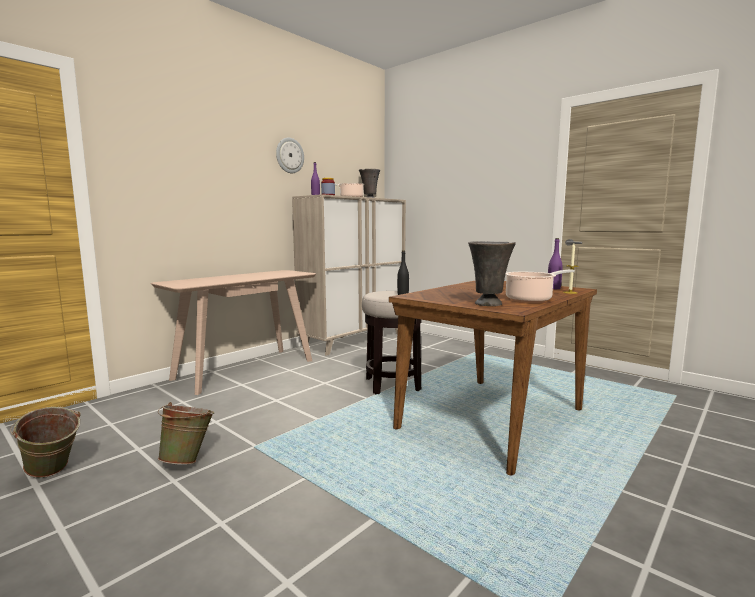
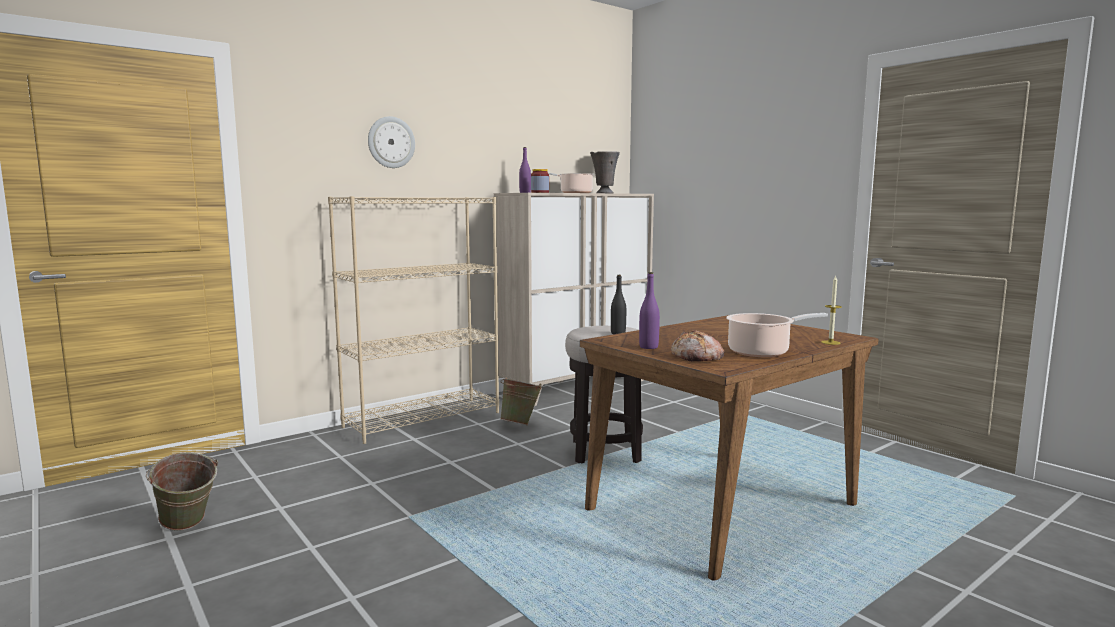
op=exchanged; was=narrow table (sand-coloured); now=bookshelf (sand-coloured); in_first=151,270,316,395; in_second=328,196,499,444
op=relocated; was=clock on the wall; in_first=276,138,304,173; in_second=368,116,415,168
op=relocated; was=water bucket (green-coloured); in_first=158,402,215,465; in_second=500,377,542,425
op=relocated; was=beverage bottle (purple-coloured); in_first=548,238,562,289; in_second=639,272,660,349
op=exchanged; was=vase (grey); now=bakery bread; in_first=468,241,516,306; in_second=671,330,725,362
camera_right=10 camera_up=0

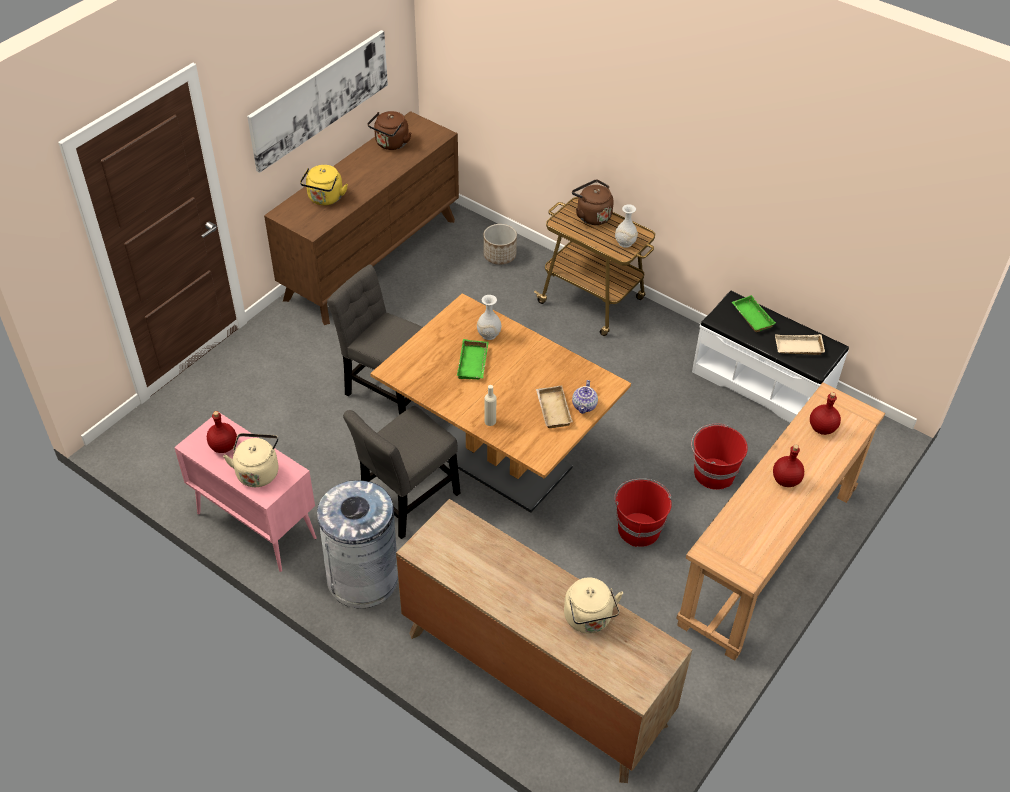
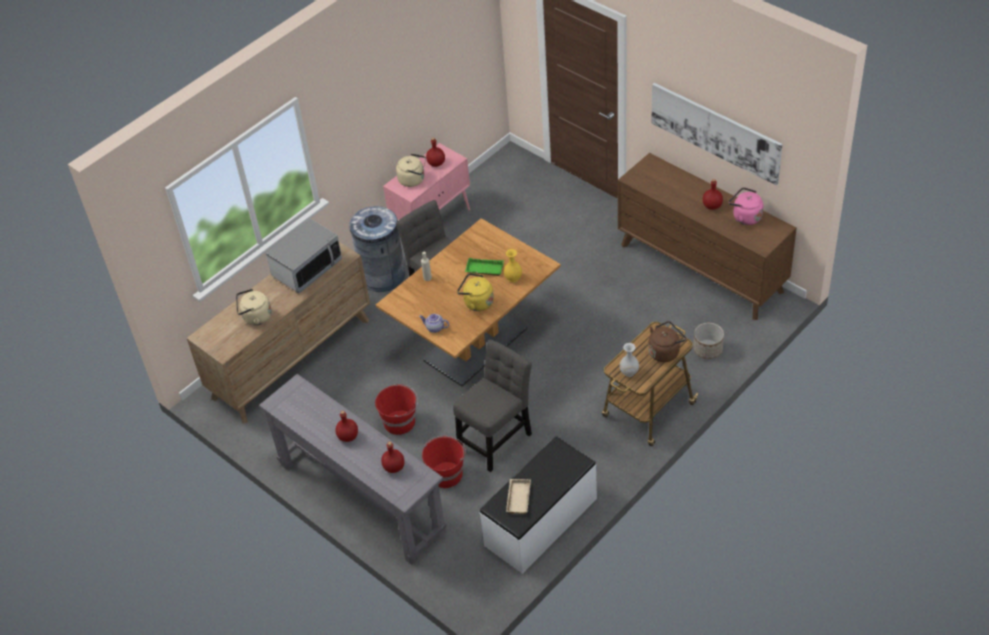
op=colour; was=narrow table (brownish); now=narrow table (grey); in_first=676,382,885,661; in_second=259,374,447,565
op=appeared; now=microwave; in_second=266,219,342,293
op=relocated; was=upright chair (grey); in_first=327,265,423,415; in_second=453,340,532,472
op=relocated; was=water kettle (yellow); in_first=300,165,348,205; in_second=457,273,494,311
op=colour; was=vase (whitish); now=vase (yellow); in_first=477,295,501,340; in_second=504,249,522,282
op=appeared; now=beverage bottle (red-coloured); in_second=703,179,723,210
op=colour; was=water kettle (brownish); now=water kettle (pink-coloured); in_first=367,111,411,150; in_second=729,187,763,225
op=missing; was=serving tray (sand-coloured); in_first=536,386,573,428
op=missing; was=serving tray (green-coloured); in_first=731,295,776,332
camera_right=100 camera_up=0

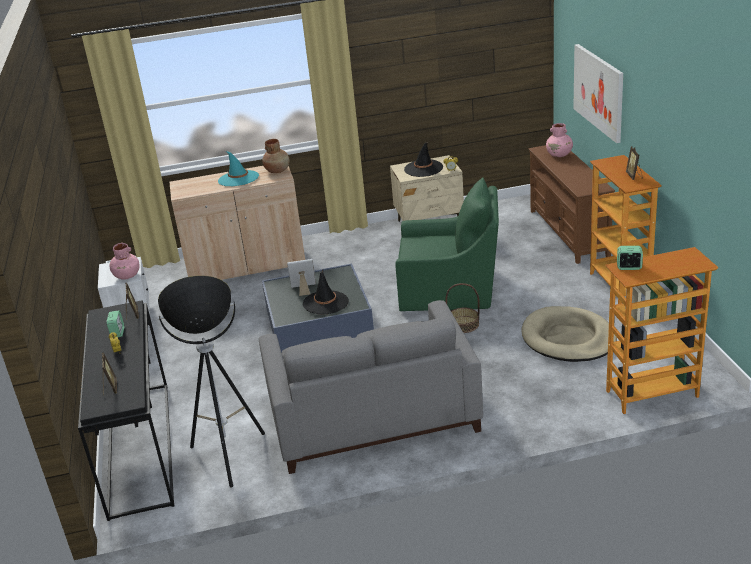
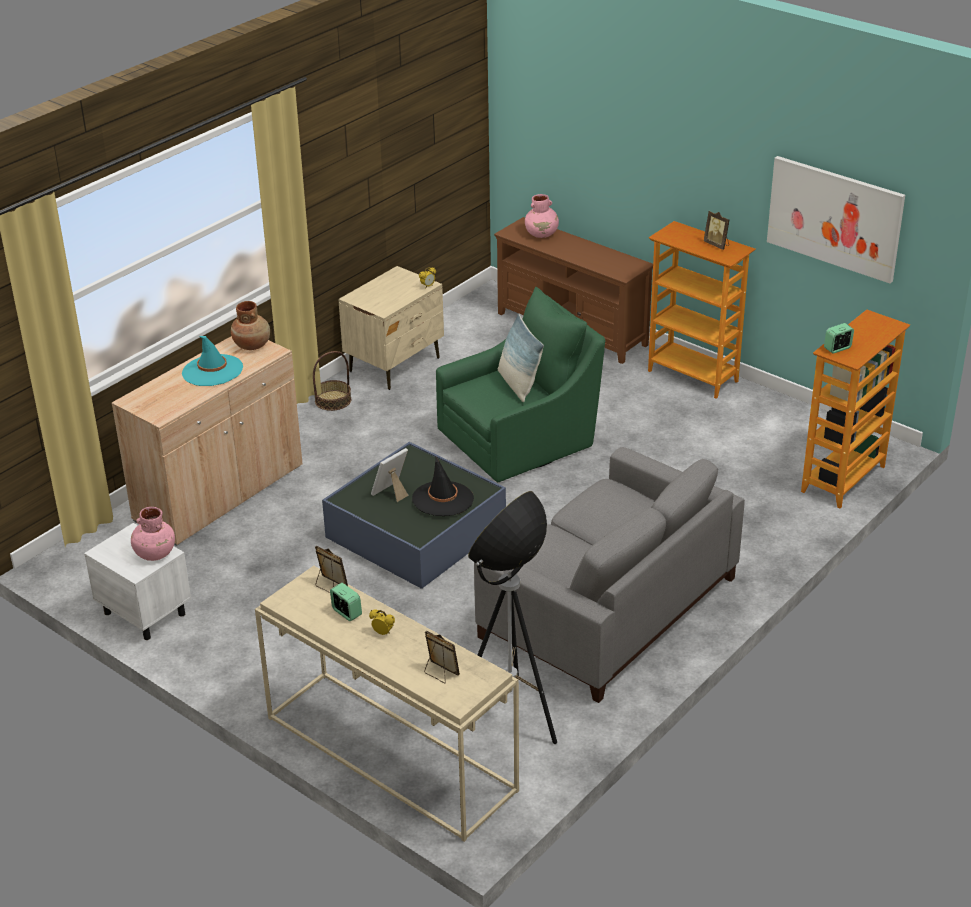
op=colour; was=narrow table (black-coloured); now=narrow table (sand-coloured); in_first=78,300,174,521; in_second=255,566,519,842
op=relocated; was=household basket; in_first=445,283,480,333; in_second=313,351,351,411
op=appeared; now=cushion; in_second=498,314,544,402
op=relocated; was=wall art; in_first=573,44,623,143; in_second=767,156,905,283
op=missing; was=wearable hat (black-coloured); in_first=404,142,443,177
op=missing; was=dog bed (sand-coloured); in_first=521,306,617,362
camera_right=-40 camera_up=5

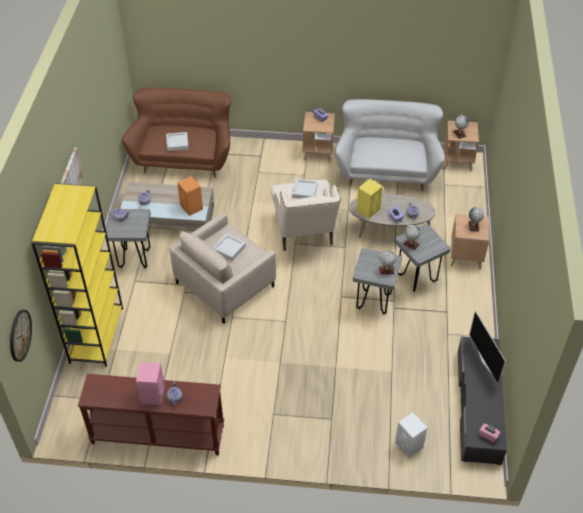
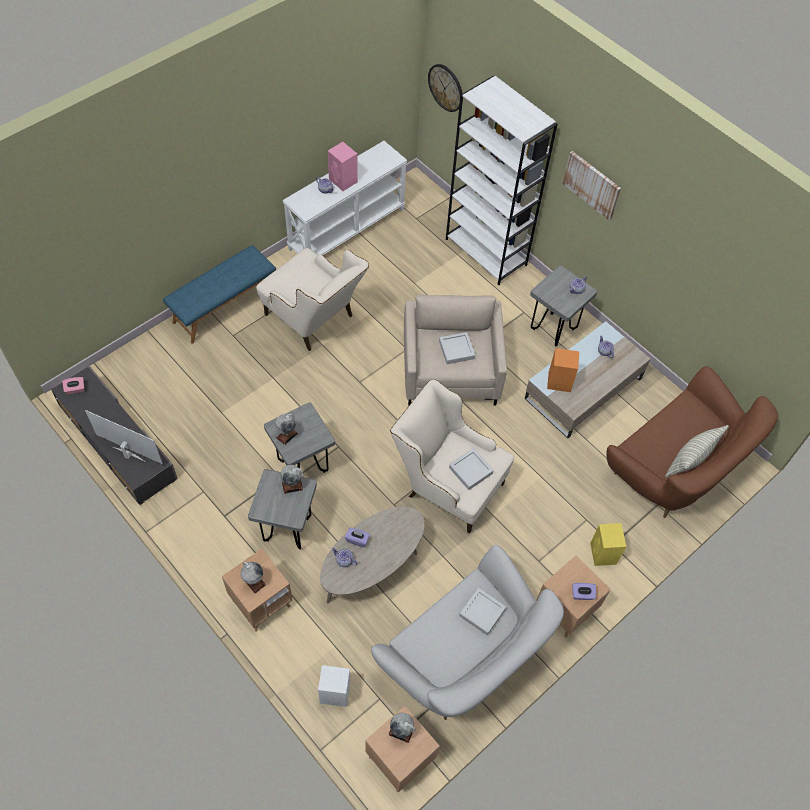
op=appeared; now=indoor bench (bluish); in_second=163,245,276,344
op=appeared; now=easy chair (sand-coloured); in_second=256,248,369,351
op=colour; was=narrow table (brownish); now=narrow table (whitish); in_first=78,374,224,455; in_second=282,141,407,255
op=relocated; was=loudspeaker (whitish); in_first=395,413,427,458; in_second=318,665,350,707
op=colour; was=bookshelf (yellow); now=bookshelf (whitish); in_first=32,183,123,367; in_second=446,75,558,285
op=relocated; was=serving tray (grey); in_first=166,132,189,151; in_second=459,588,506,635
op=relocated; was=loudspeaker (yellow); in_first=356,179,383,219; in_second=590,523,626,566
op=appeared; now=cushion; in_second=665,425,729,478
camera_right=130 camera_up=10

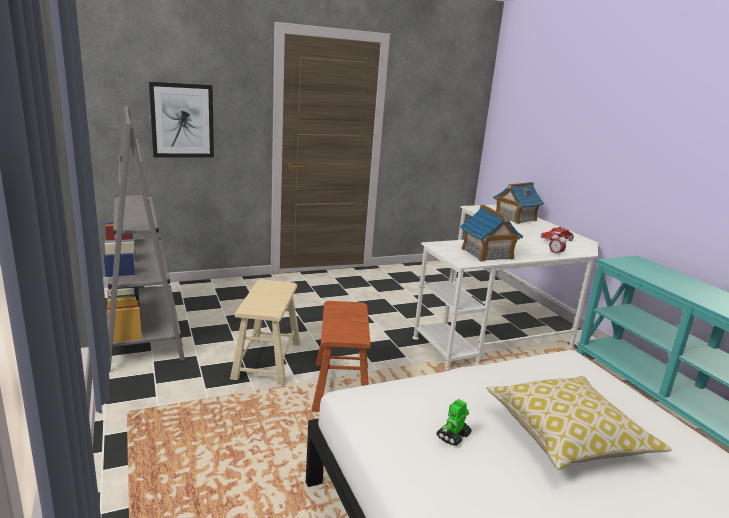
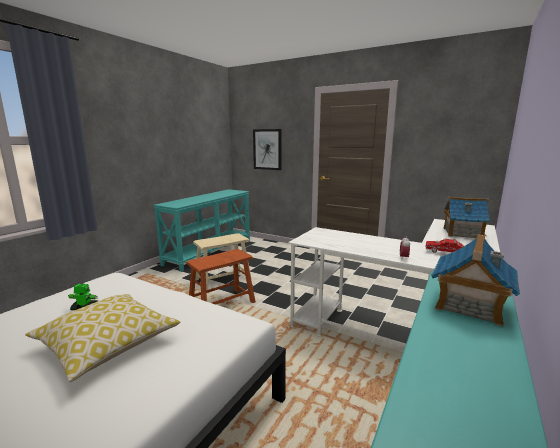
op=exchanged; was=bookshelf (grey); now=narrow table (turquoise); in_first=104,106,185,372; in_second=153,189,250,272
op=relocated; was=miniature house; in_first=460,205,523,261; in_second=431,234,520,327
camera_right=55 camera_up=-5

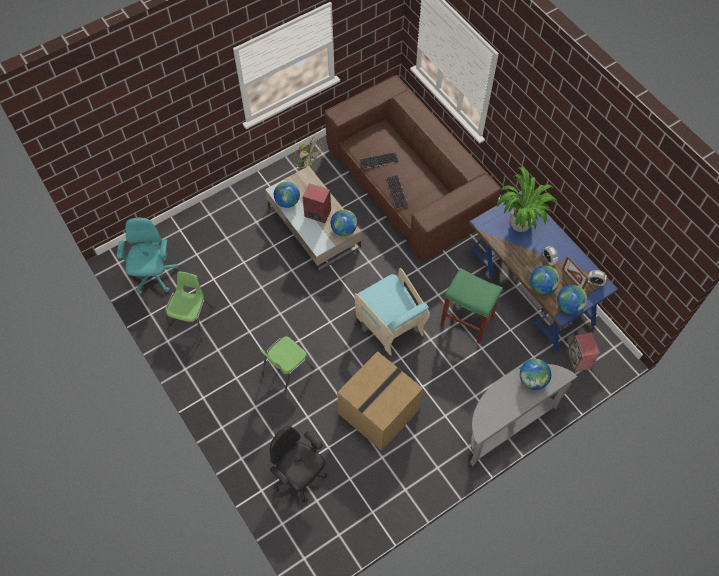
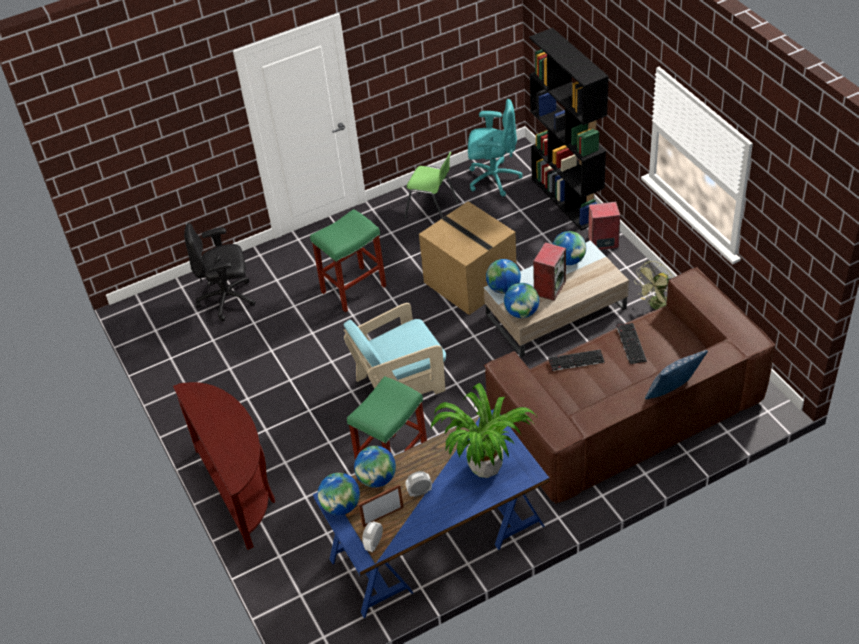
op=colour; was=narrow table (grey); now=narrow table (brownish); in_first=470,364,577,466; in_second=173,382,275,550
op=spun; was=computer chair (black-coloured); in_first=270,426,327,502; in_second=184,223,255,321; clockwise=-150
op=exchanged; was=upright chair (green-coloured); now=sitting stool (green-coloured); in_first=261,336,314,395; in_second=310,209,386,312
op=relocated; was=carton; in_first=337,351,423,451; in_second=419,201,516,315
op=relocated; was=globe; in_first=520,359,551,390; in_second=486,259,521,294
op=appeared; now=bookshelf (black-coloured); in_second=529,28,609,231
op=relocated; was=loudspeaker; in_first=567,332,600,372; in_second=588,202,620,250
op=appeared; now=cushion; in_second=645,350,708,399
camera_right=100 camera_up=-15

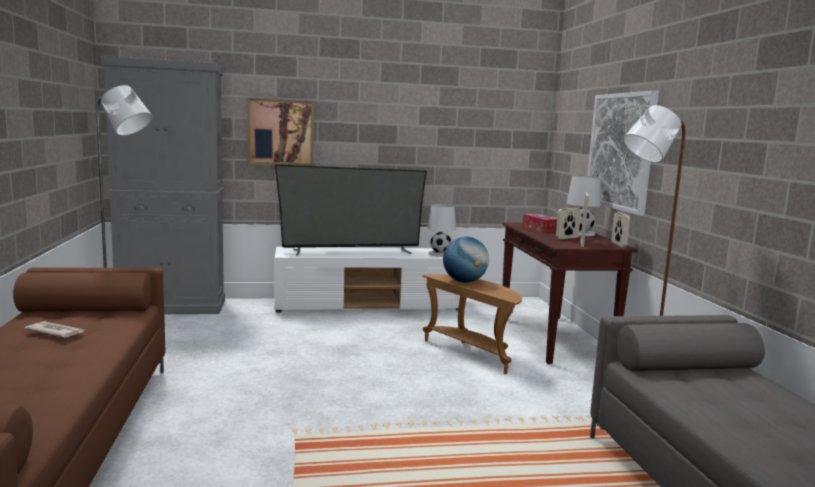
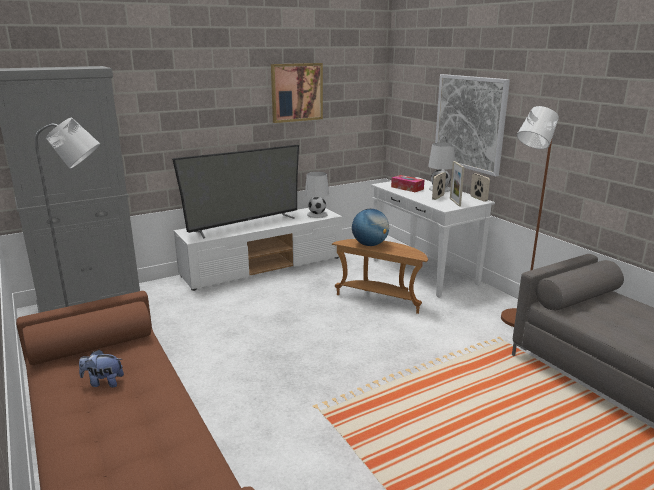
op=exchanged; was=newspaper; now=cuddly toy; in_first=24,321,86,338; in_second=79,349,124,387
op=relocated; was=wall art; in_first=247,98,314,166; in_second=271,63,323,123
op=colour; was=narrow table (brownish); now=narrow table (whitish); in_first=502,222,637,364; in_second=371,177,495,297
camera_right=-20 camera_up=10

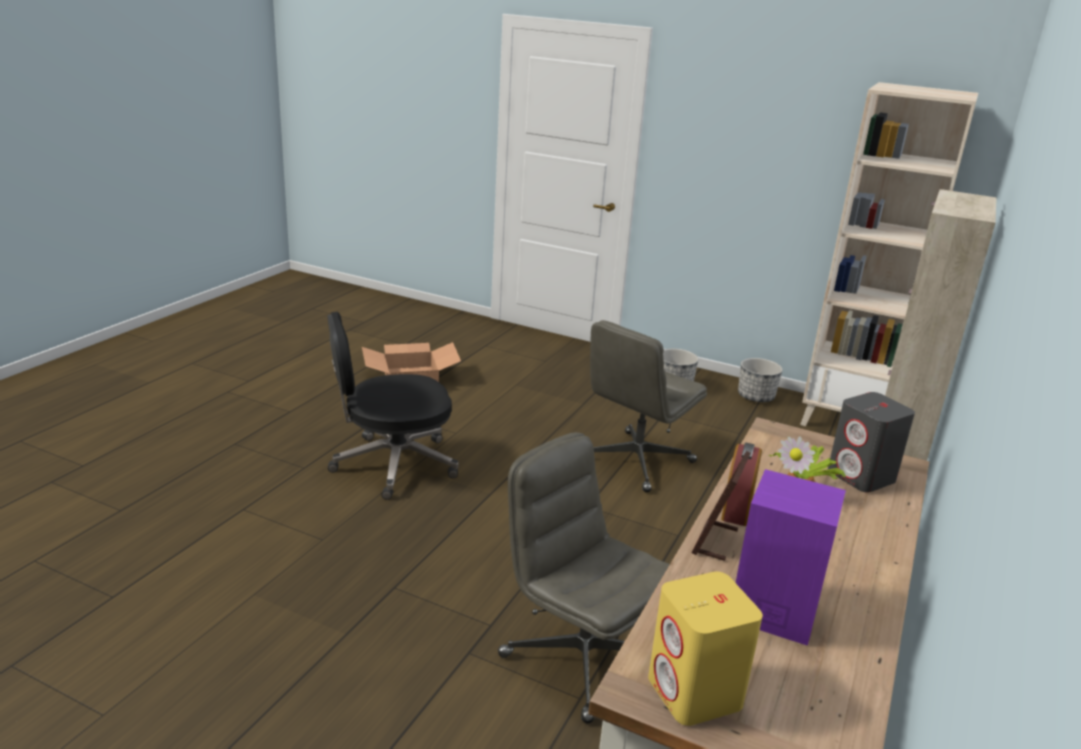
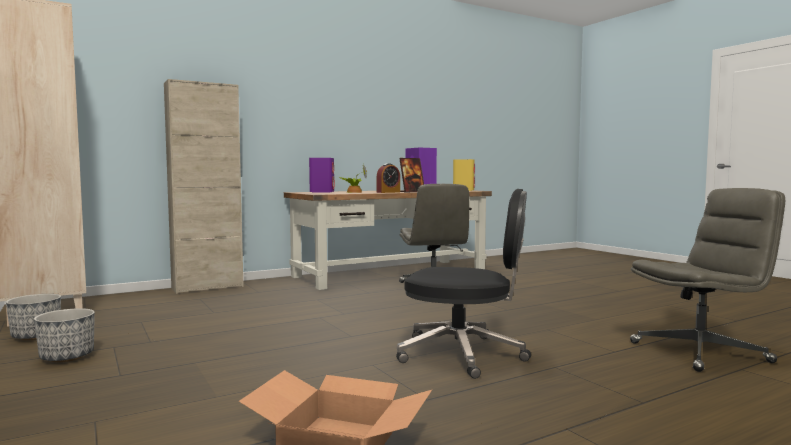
op=colour; was=loudspeaker (grey); now=loudspeaker (purple-coloured); in_first=828,392,915,493; in_second=309,158,335,193
op=relocated; was=computer chair (grey); in_first=590,320,707,493; in_second=630,188,785,372
camera_right=-145 camera_up=-20

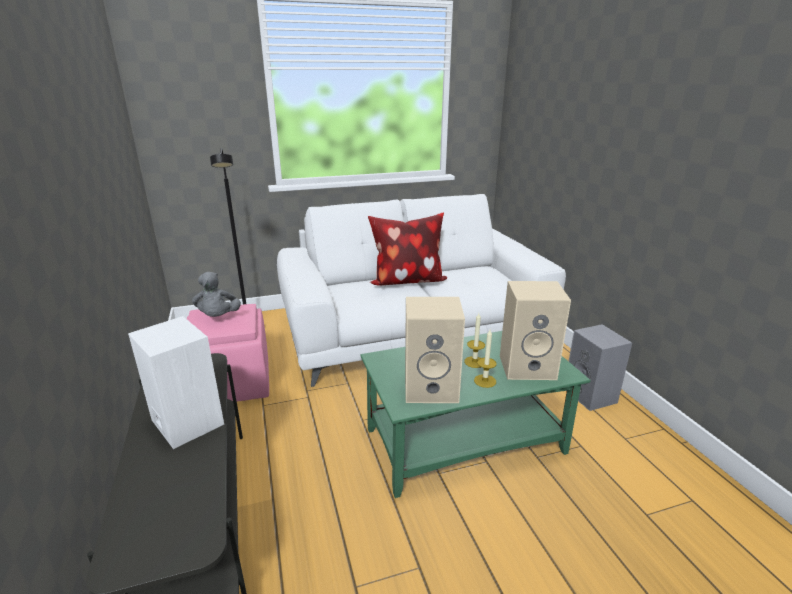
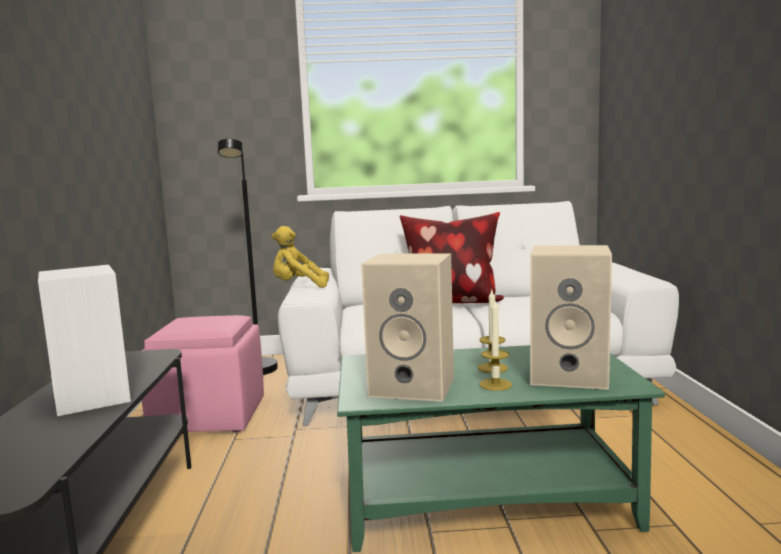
op=appeared; now=cuddly toy (yellow); in_second=272,226,329,288
op=missing; was=cuddly toy (grey); in_first=192,272,241,317
op=missing; was=loudspeaker (grey); in_first=569,324,632,411
camera_right=15 camera_up=-15

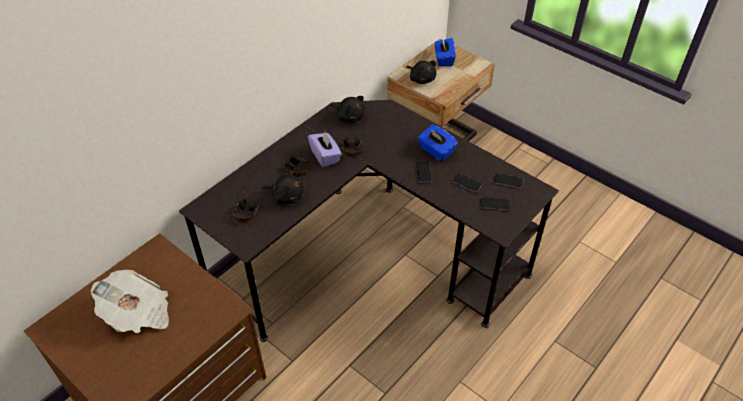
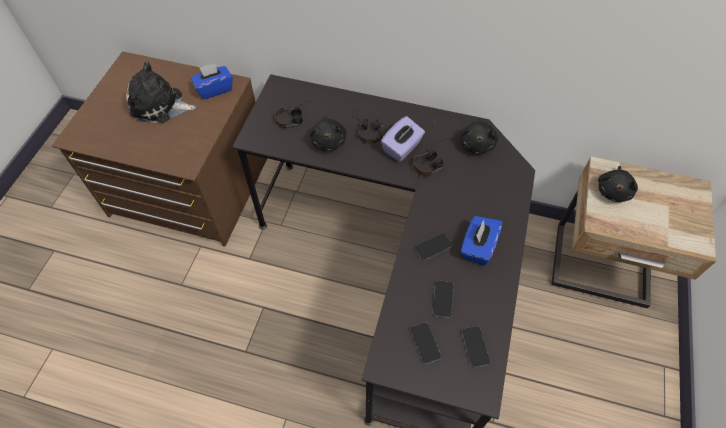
op=exchanged; was=newspaper; now=cuddly toy; in_first=91,270,169,333; in_second=126,61,196,123
op=relocated; was=tissue box (bluish); in_first=435,38,456,66; in_second=191,63,233,99
camera_right=65 camera_up=10

